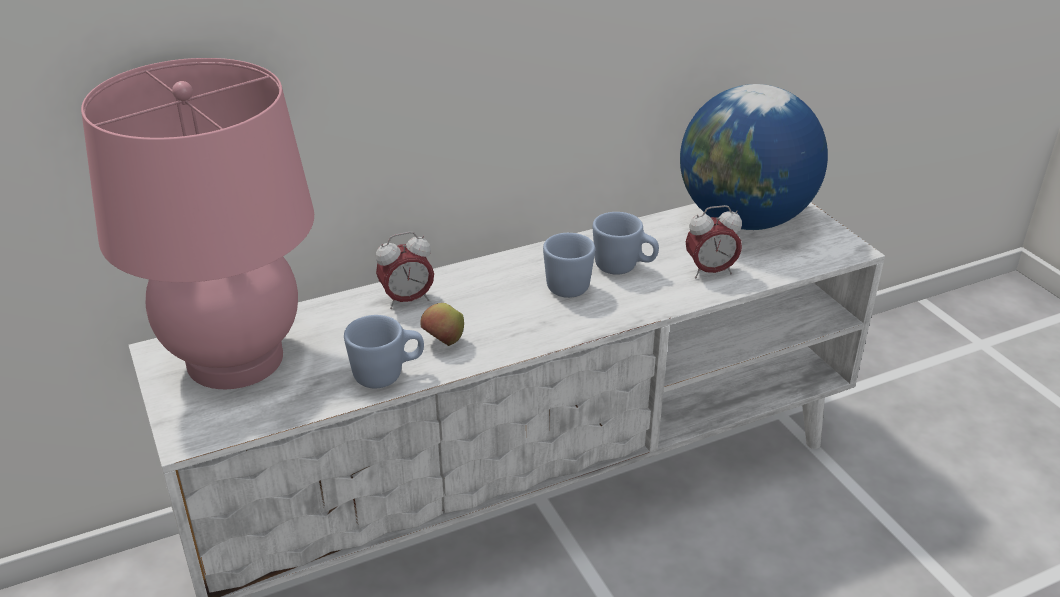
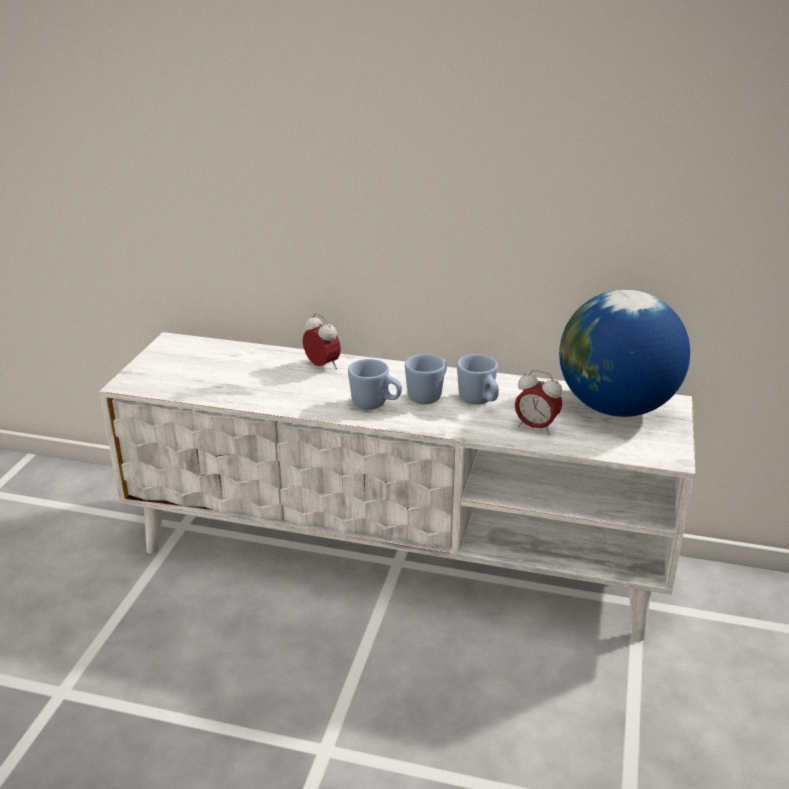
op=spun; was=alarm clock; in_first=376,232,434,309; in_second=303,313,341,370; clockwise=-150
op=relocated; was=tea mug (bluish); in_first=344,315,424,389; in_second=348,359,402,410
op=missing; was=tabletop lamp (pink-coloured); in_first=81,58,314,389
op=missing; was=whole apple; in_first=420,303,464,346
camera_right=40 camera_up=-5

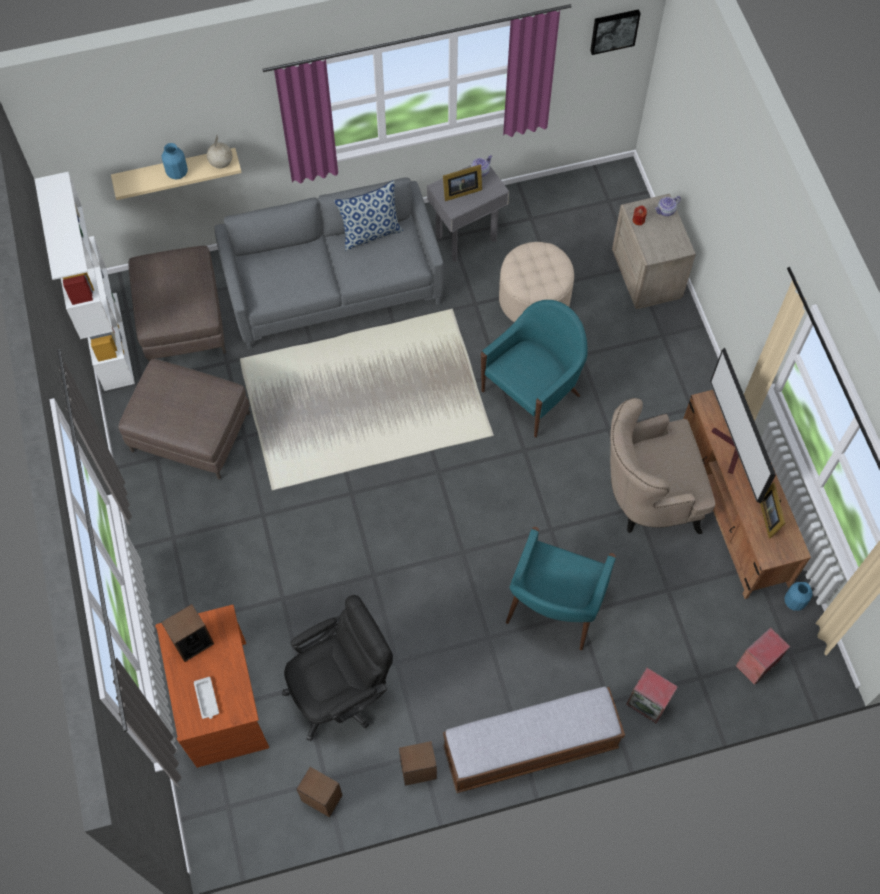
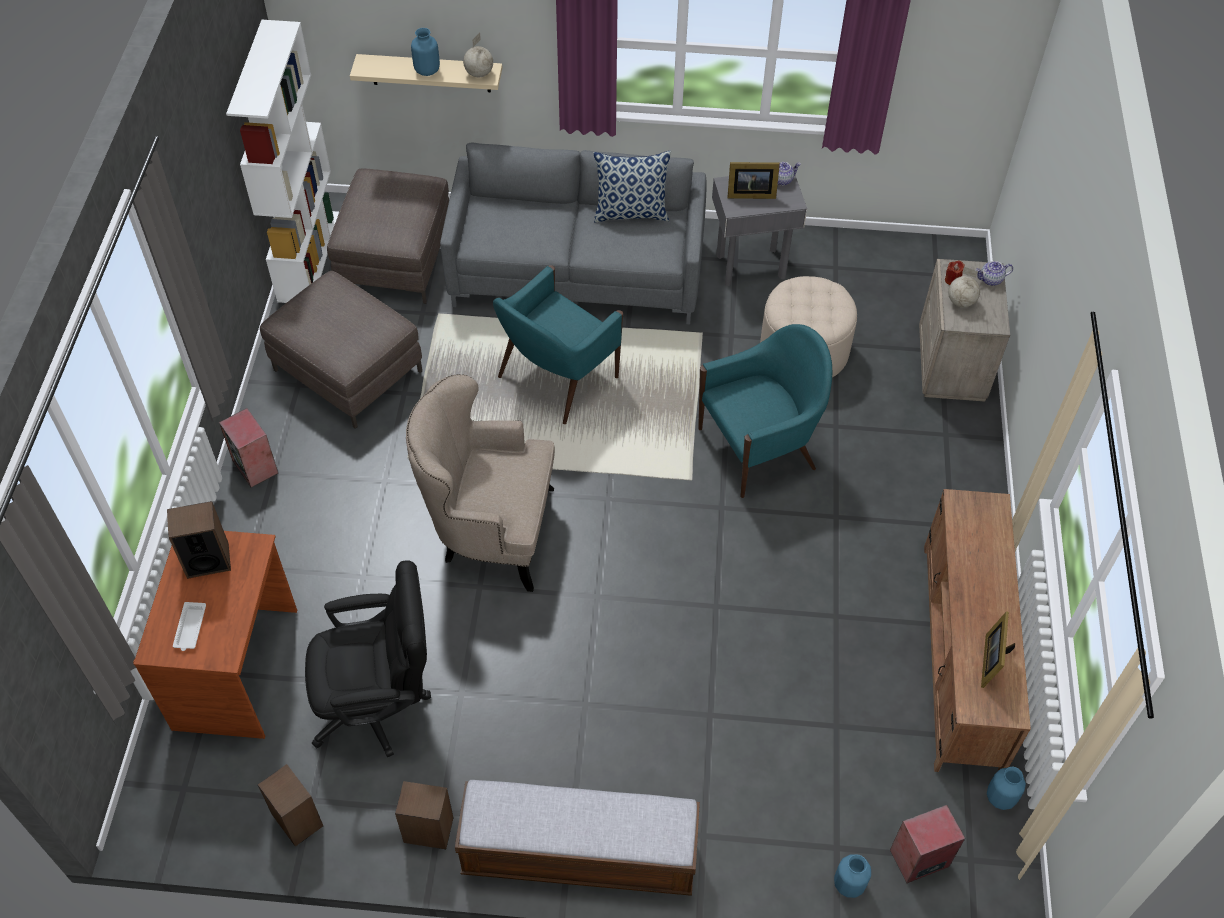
op=relocated; was=loudspeaker; in_first=626,668,678,723; in_second=219,408,278,487
op=relocated; was=easy chair (sand-coloured); in_first=610,398,715,534; in_second=406,374,555,592
op=relocated; was=easy chair (turquoise); in_first=506,527,616,650; in_second=493,265,623,424
op=appeared; now=vase (bluish); in_second=834,855,871,898
op=appeared; now=globe; in_second=948,267,980,307
op=missing; was=wall art; in_first=590,9,641,55
op=missing; was=TV set; in_first=710,347,776,503
camera_right=20 camera_up=-10

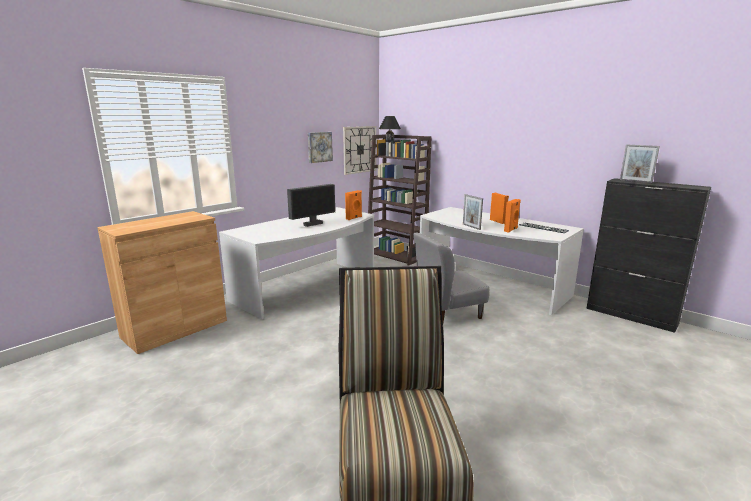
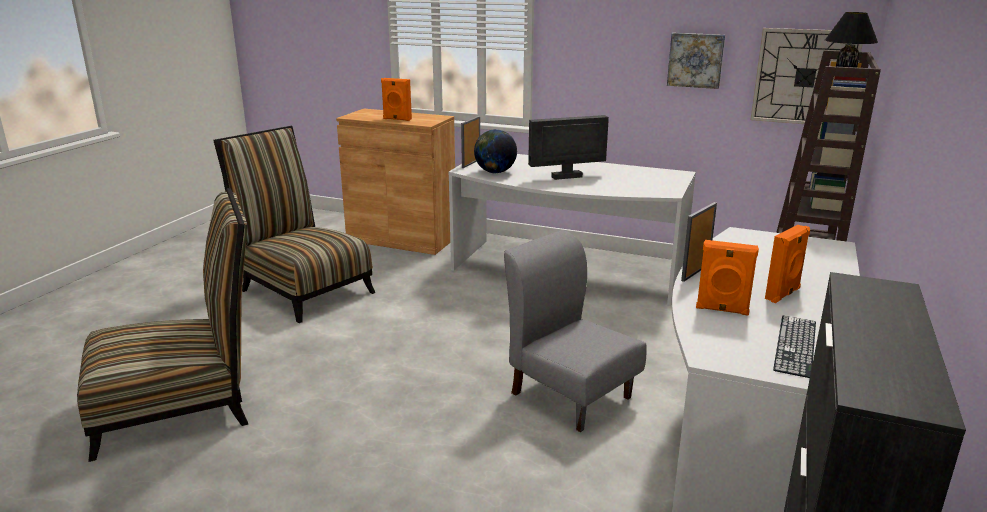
op=appeared; now=upright chair; in_second=213,126,375,323
op=relocated; was=loudspeaker (orange); in_first=345,190,362,220; in_second=381,78,412,121
op=relocated; was=picture frame; in_first=620,145,660,183; in_second=461,116,480,168
op=appeared; now=globe; in_second=474,129,517,173
op=spun; was=computer screen; in_first=287,184,335,227; in_second=528,115,609,180; clockwise=135
camera_right=70 camera_up=5

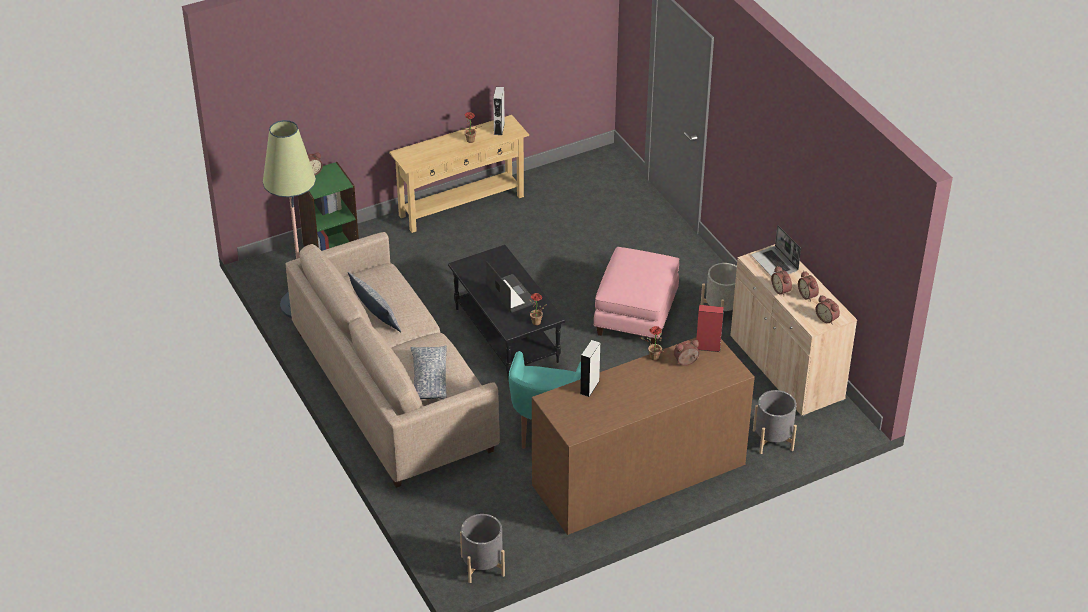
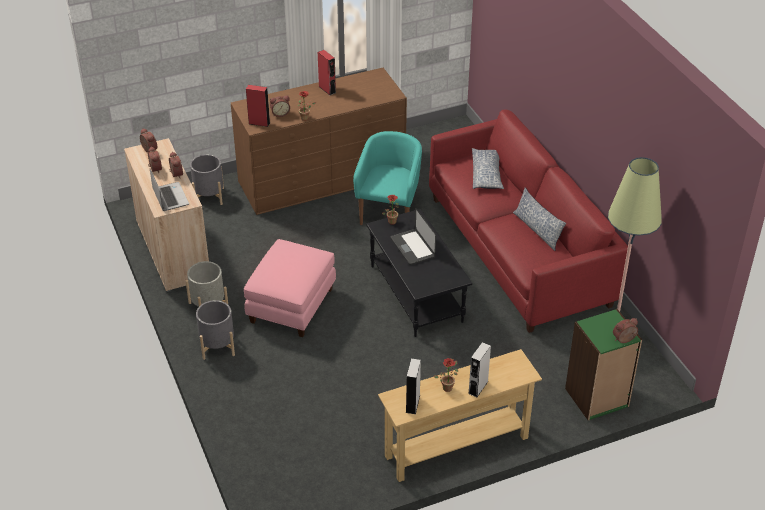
op=relocated; was=flower pot (grey); in_first=460,514,505,583; in_second=196,300,235,360
op=appeared; now=loudspeaker (red-coloured); in_second=318,50,336,95
op=colour; was=sofa (sand-coloured); now=sofa (red-coloured); in_first=286,232,500,488; in_second=429,109,628,333
op=relocated; was=loudspeaker (grey); in_first=580,340,600,397; in_second=468,342,491,397
camera_right=-175 camera_up=0

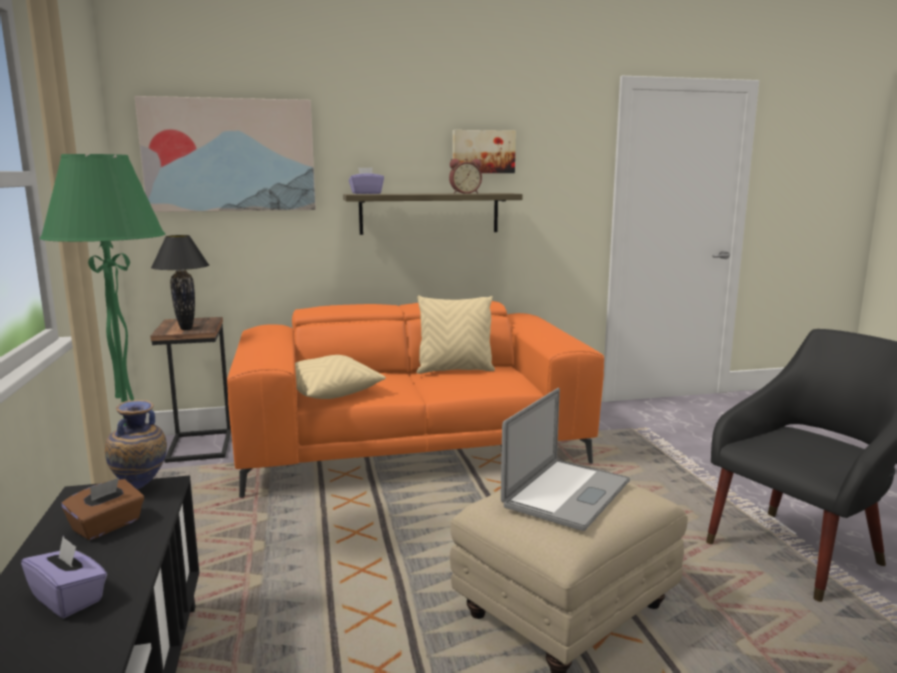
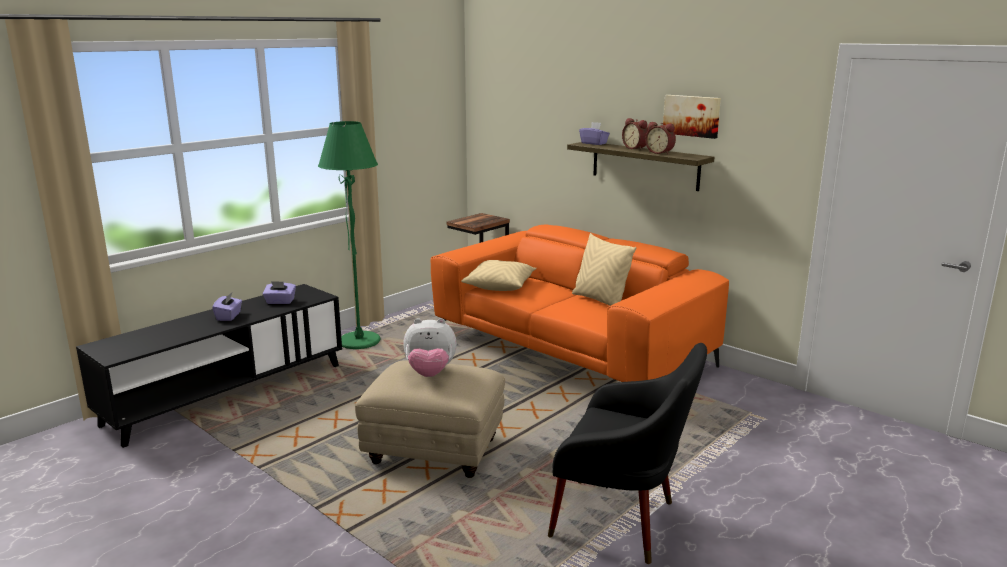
op=colour; was=tissue box (brownish); now=tissue box (purple-coloured); in_first=61,478,144,540; in_second=263,281,296,304
op=exchanged; was=portable computer; now=cuddly toy; in_first=501,388,630,531; in_second=403,318,457,377
op=appeared; now=alarm clock; in_second=622,118,649,150
op=missing; was=vase; in_first=105,400,167,489
op=missing; was=wall art; in_first=135,96,316,212
op=missing; was=tabletop lamp (black-coloured); in_first=151,235,209,330
camera_right=55 camera_up=5

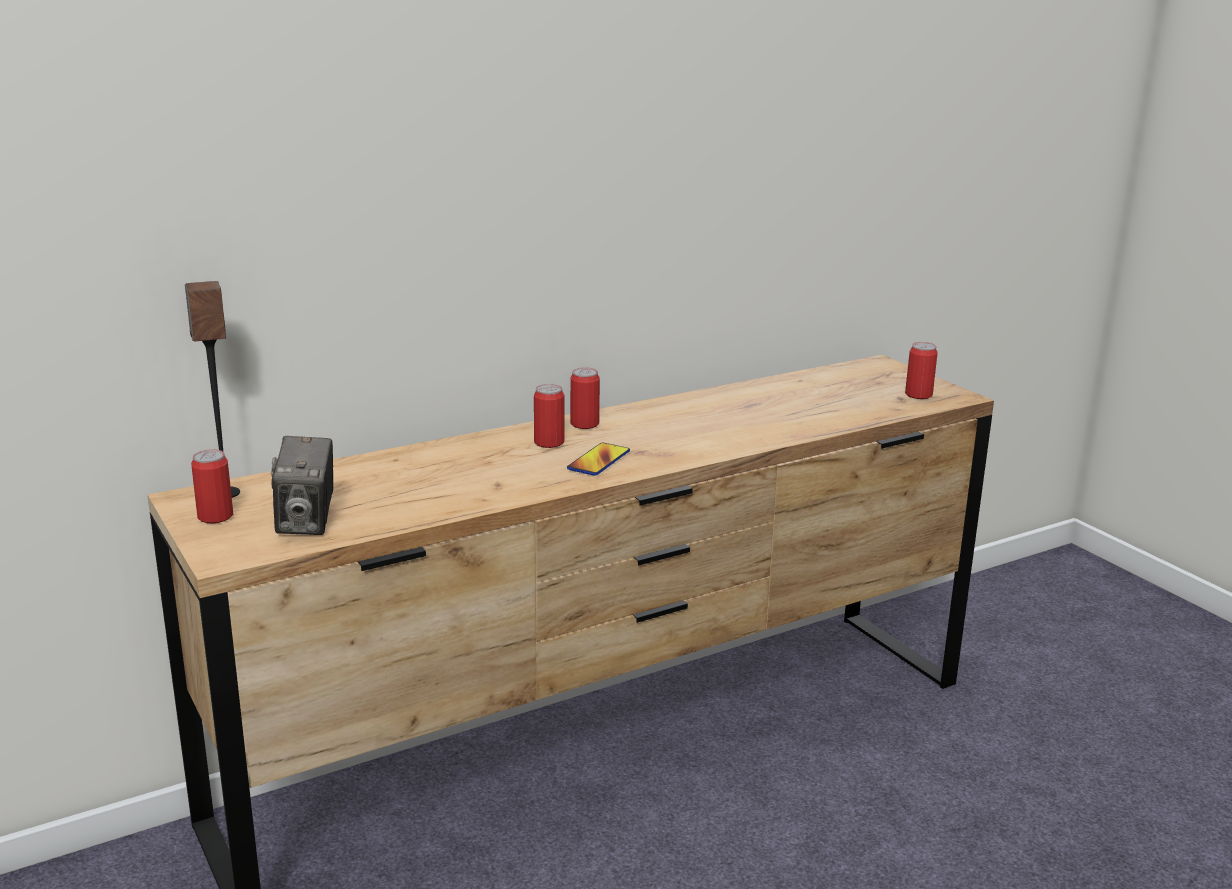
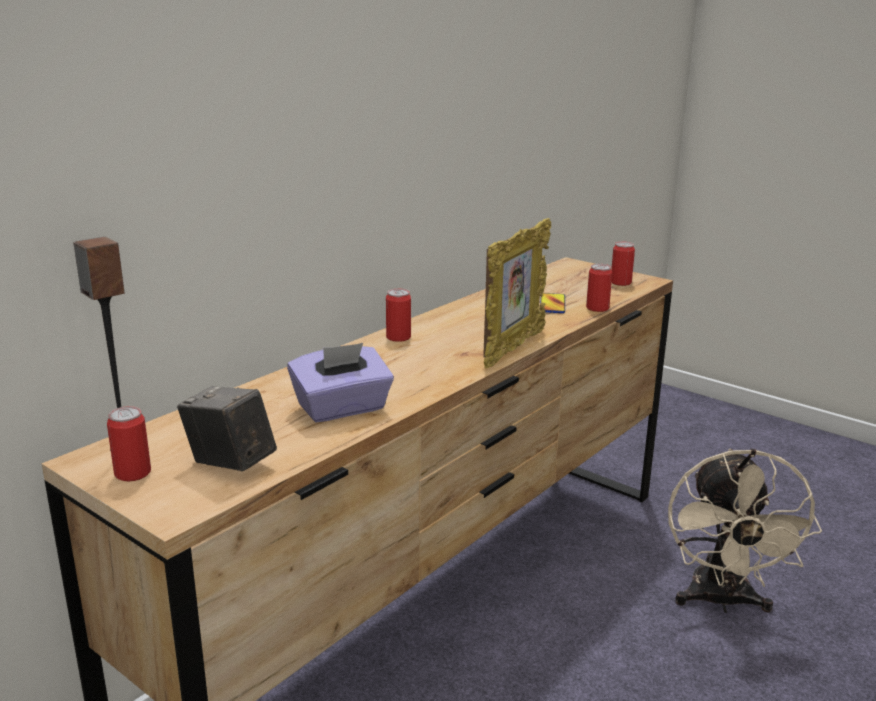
op=spun; was=still camera; in_first=271,436,333,535; in_second=177,386,277,472; clockwise=150
op=appeared; now=tissue box (purple-coloured); in_second=287,343,394,423
op=appeared; now=picture frame; in_second=483,218,551,368
op=relocated; was=handset; in_first=567,443,630,476; in_second=540,293,565,313
op=relocated; was=sealed can; in_first=534,384,564,448; in_second=586,264,612,312
op=appeared; now=electric fan (sand-coloured); in_second=668,449,822,613
camera_right=-20 camera_up=0

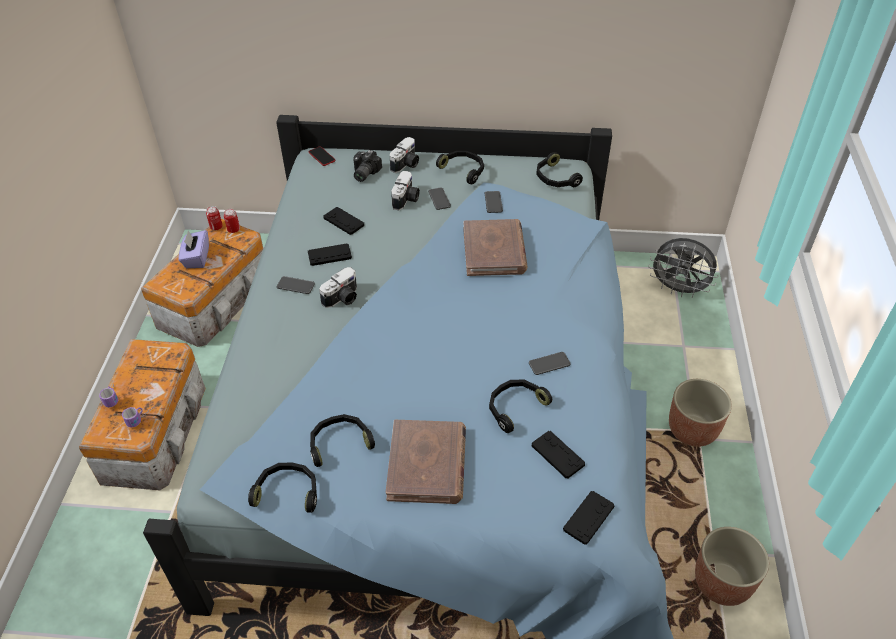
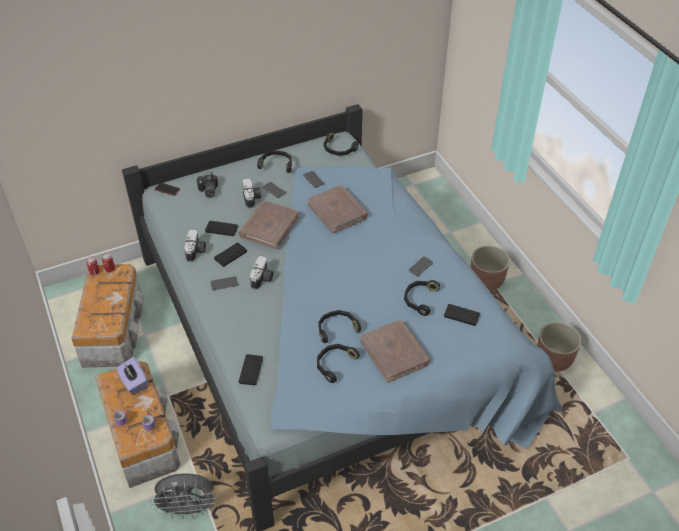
op=relocated; was=tissue box (purple-coloured); in_first=179,230,209,268; in_second=116,357,148,395
op=relocated; was=electric fan (grey); in_first=648,238,719,298; in_second=149,473,218,519
op=relocated; was=still camera; in_first=390,137,419,173; in_second=184,229,206,262
op=appeared; now=volume (brownish); in_second=239,201,299,249
op=relocated; was=gamepad (black-coloured); in_first=563,491,615,545; in_second=239,354,263,385
op=relocated; was=headphones (black-coloured); in_first=248,463,317,513; in_second=318,310,361,343
camera_right=-30 camera_up=0

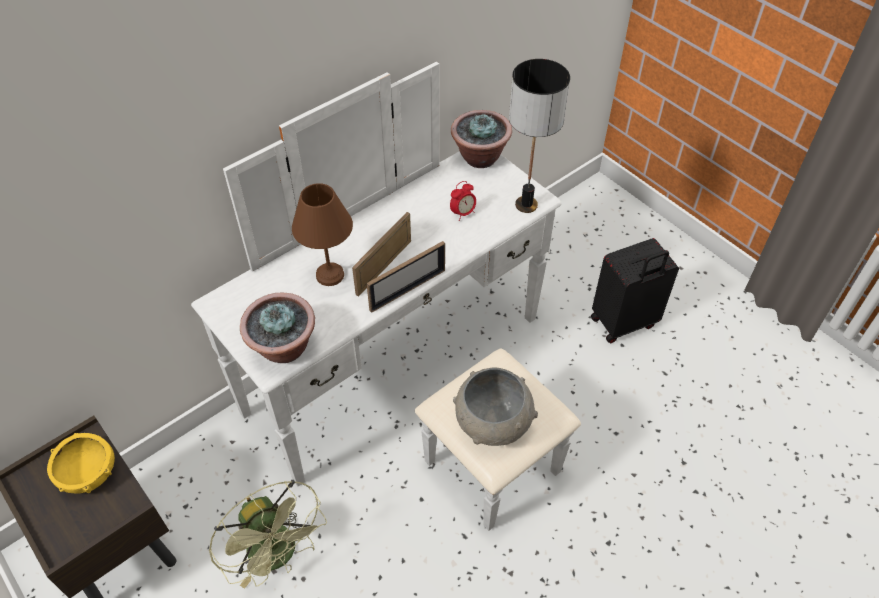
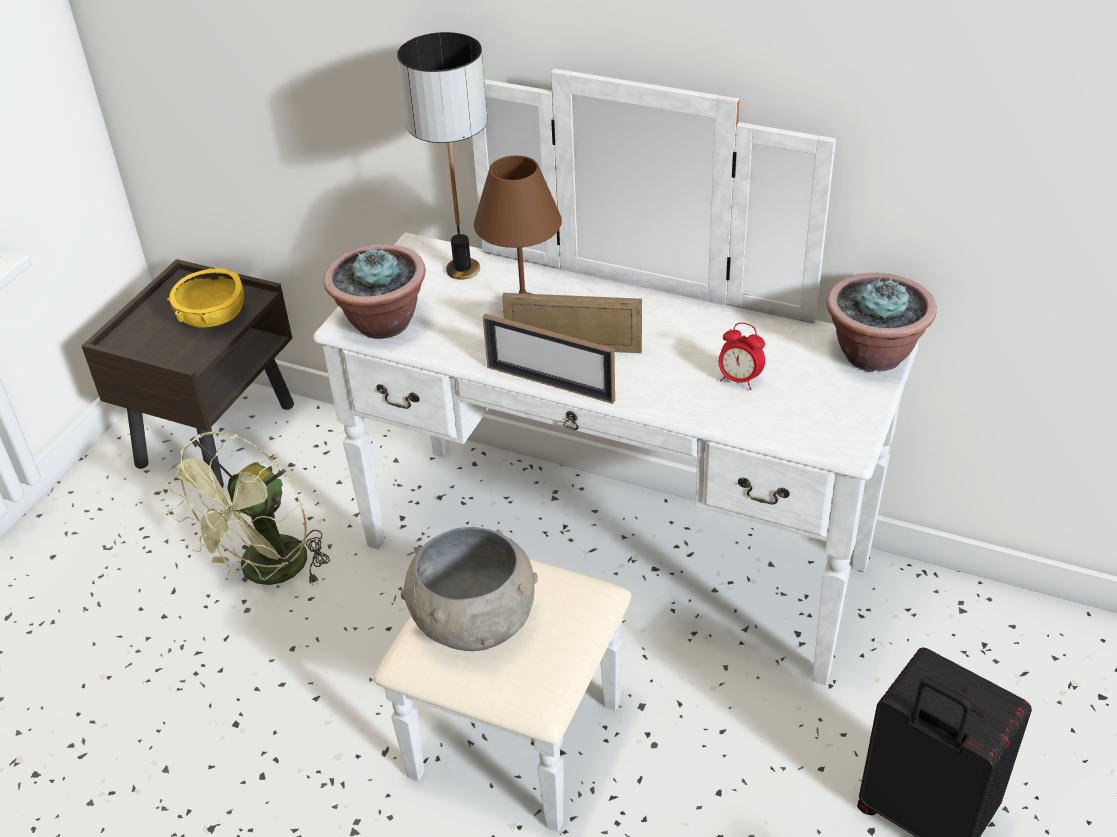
op=relocated; was=tabletop lamp; in_first=509,59,570,213; in_second=397,32,488,280
camera_right=65 camera_up=-10

